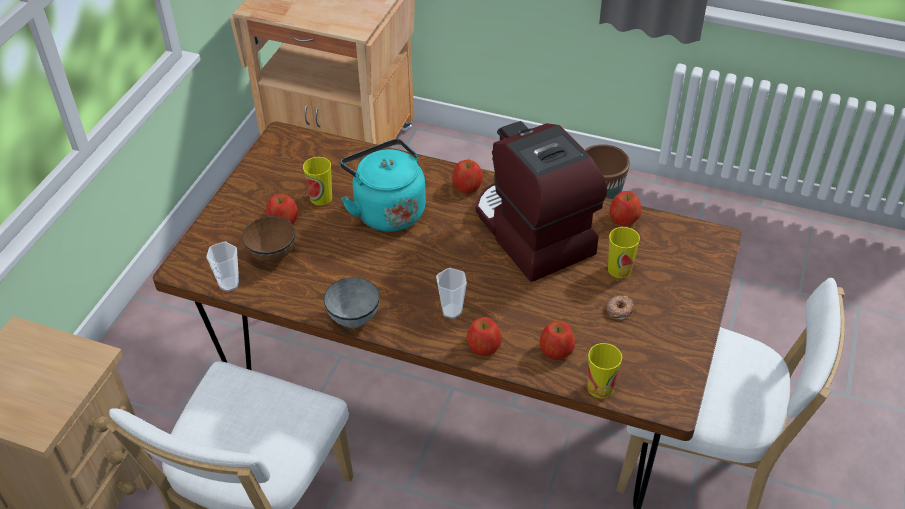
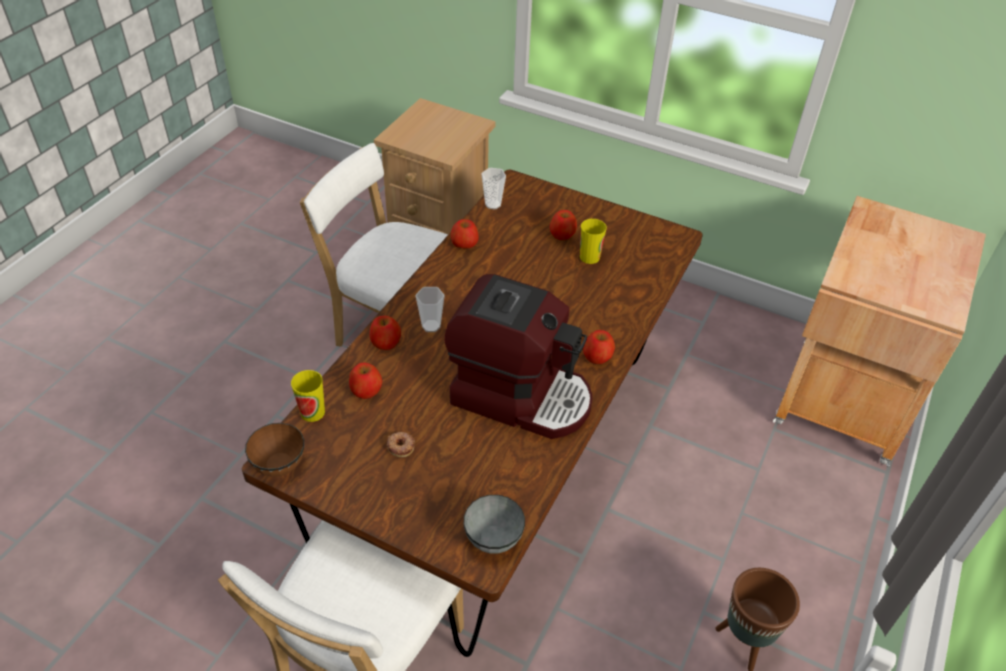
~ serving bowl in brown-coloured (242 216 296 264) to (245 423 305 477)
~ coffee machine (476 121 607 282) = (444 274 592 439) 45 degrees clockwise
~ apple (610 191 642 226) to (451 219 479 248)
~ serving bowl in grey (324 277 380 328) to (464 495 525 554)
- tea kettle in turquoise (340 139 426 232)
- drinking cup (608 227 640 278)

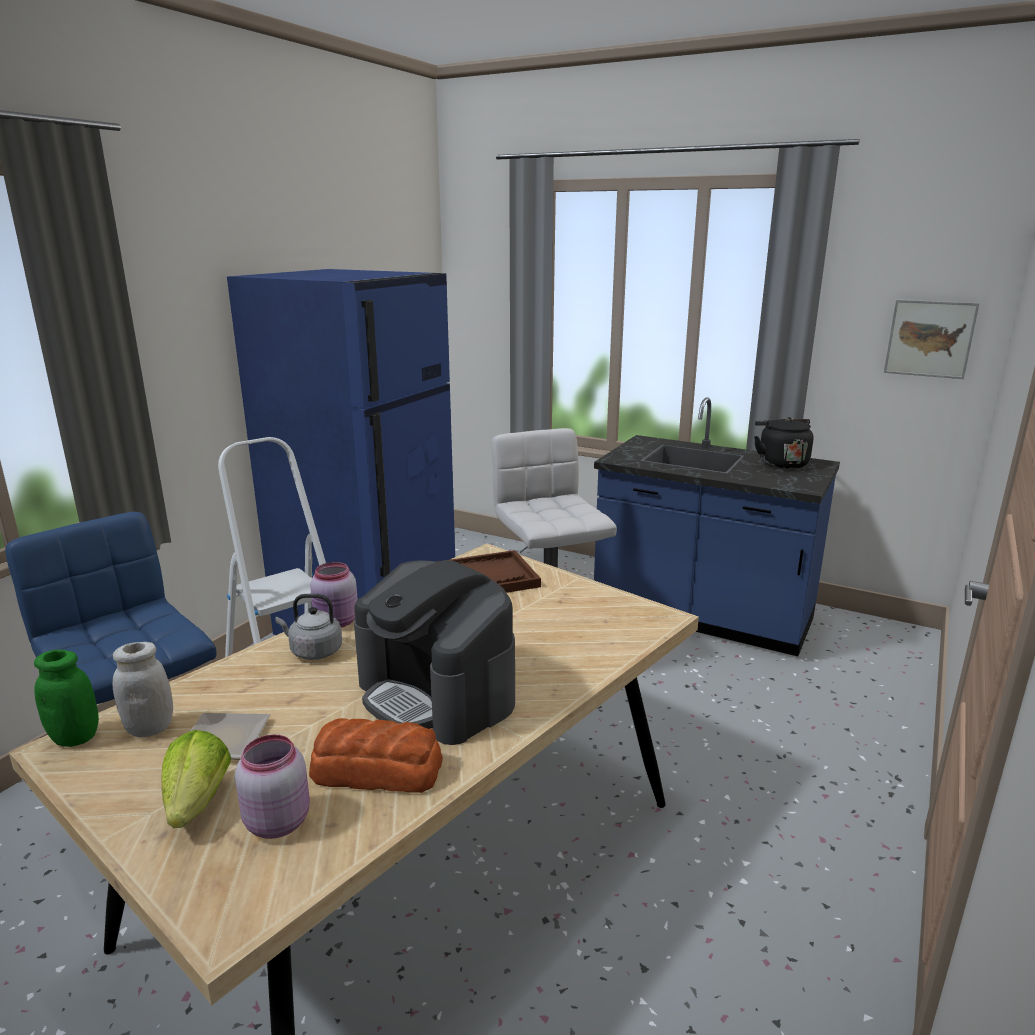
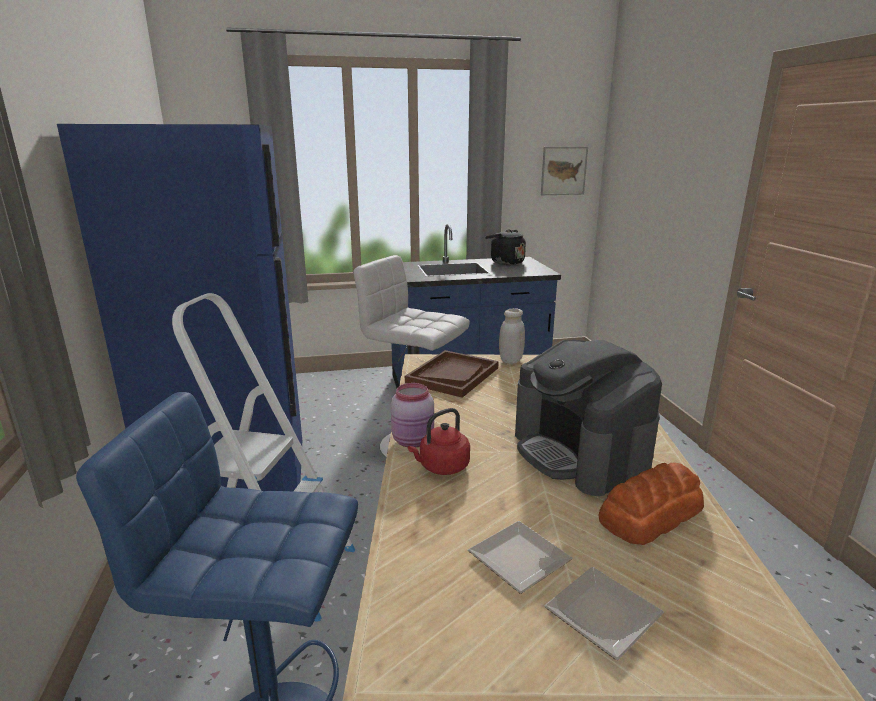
~ tea kettle in grey (275 594 342 660) to tea kettle in red (408 408 470 475)
~ preserve jar in whitish (112 642 173 738) to (499 308 525 364)
~ coffee machine (354 560 515 745) = (515 340 662 496) 60 degrees clockwise
~ lettuce head (162 730 231 828) to flat dish (544 567 664 660)
- preserve jar in green-coloured (34 650 99 747)
- preserve jar in pink (235 735 310 839)

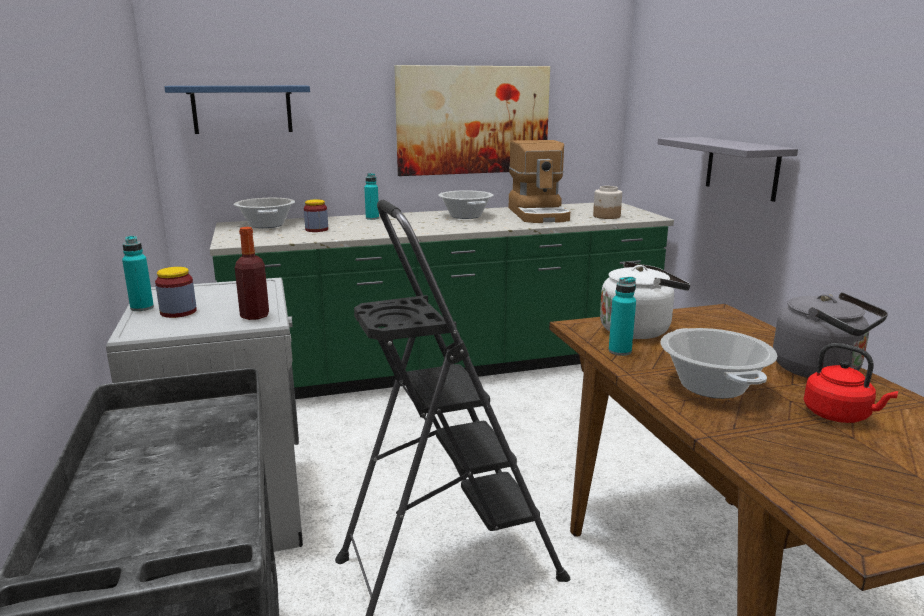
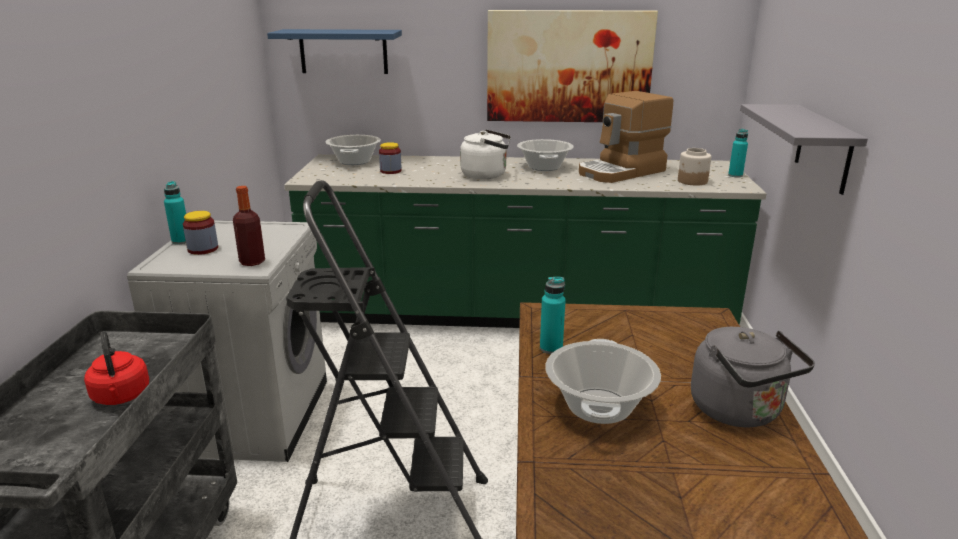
~ tea kettle in red (804 343 898 423) to (84 331 149 405)
~ tea kettle in whitish (600 262 690 339) to (460 129 511 179)
~ coffee machine (509 140 570 223) = (579 91 673 183) 45 degrees clockwise
~ drink bottle in turquoise (364 173 379 220) to (728 129 748 177)

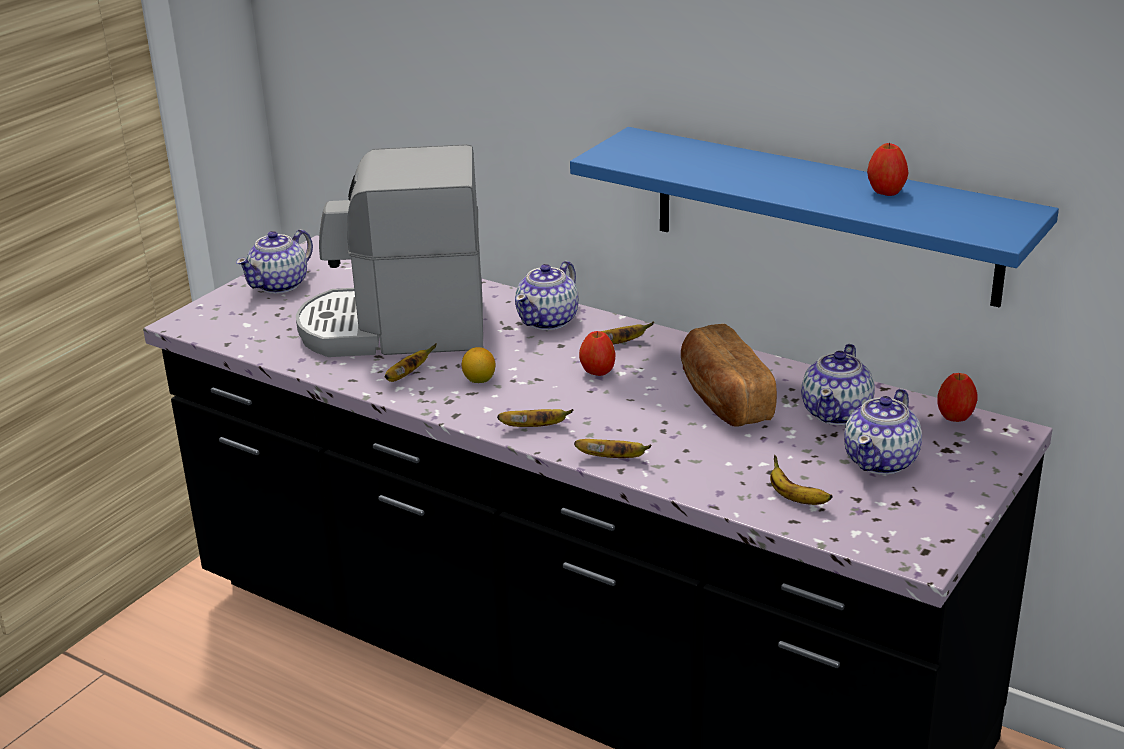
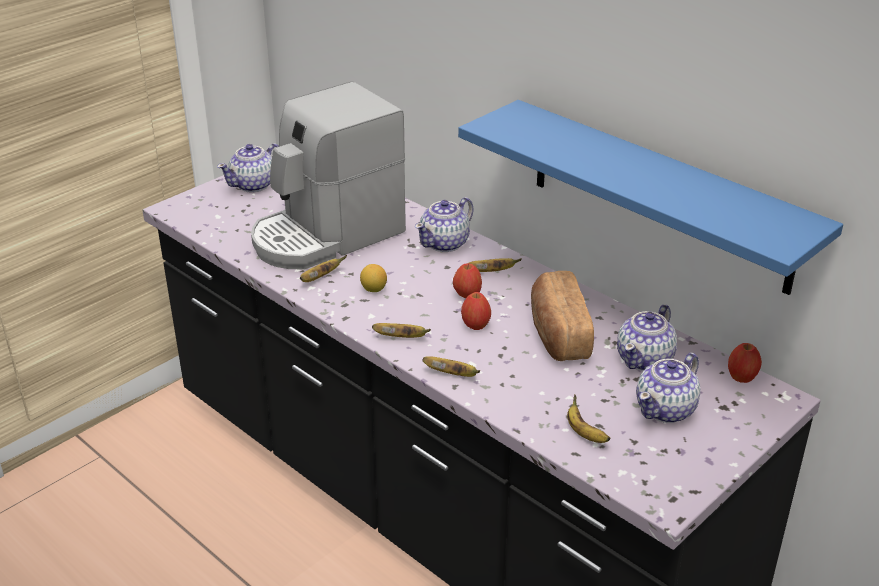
~ coffee machine (296 144 483 357) = (251 81 406 270) 45 degrees counterclockwise
~ apple (867 143 908 196) to (461 292 491 330)

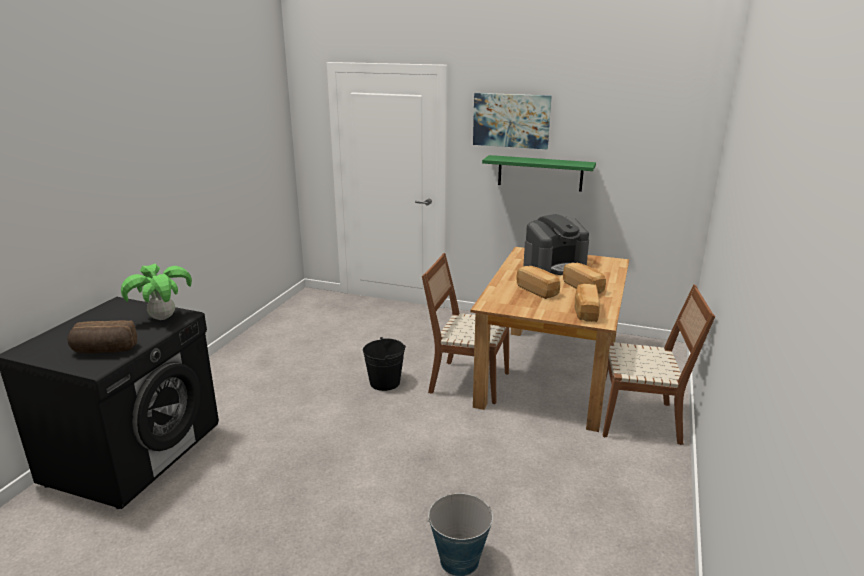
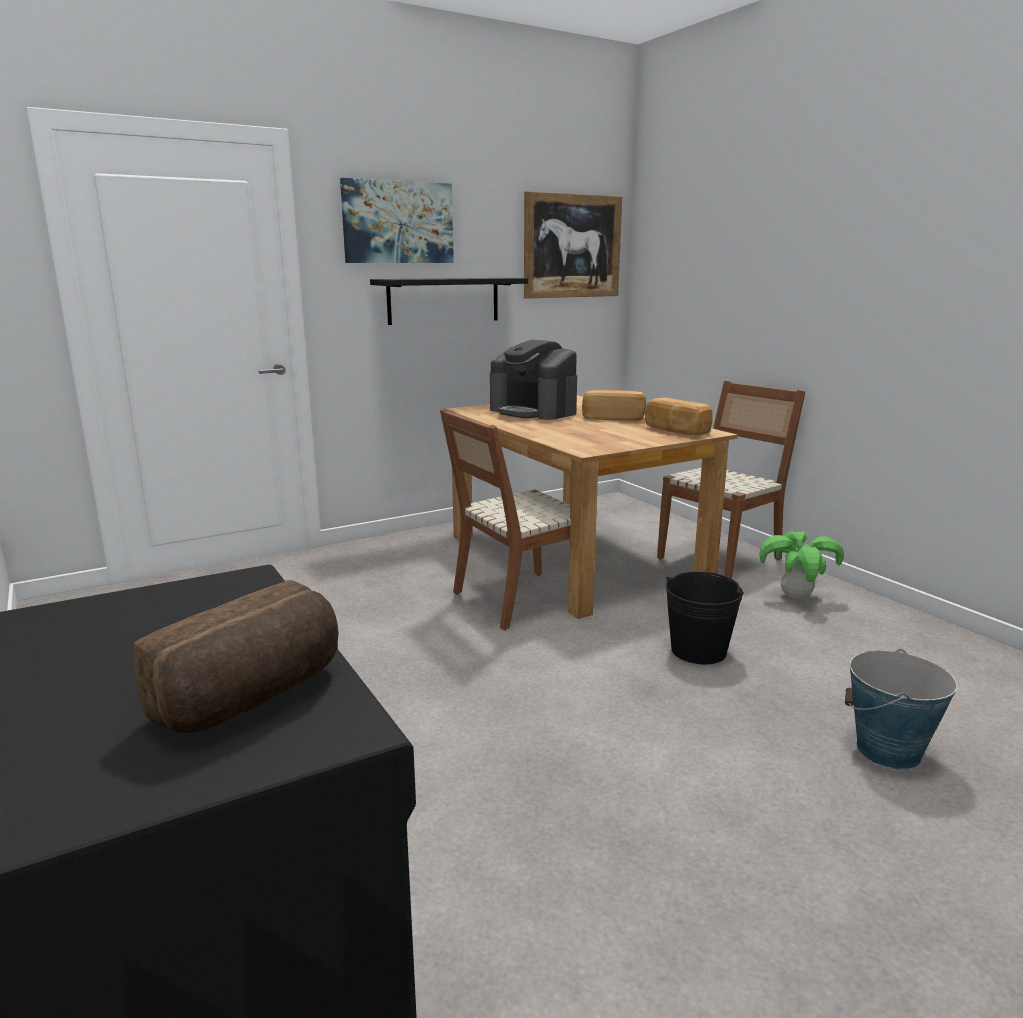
~ wall shelf in green-coloured (482 155 596 192) to wall shelf in black (370 278 528 325)
~ coffee machine (523 214 589 275) = (490 340 577 420) 120 degrees clockwise
+ wall art (524 191 622 298)
~ bucket in black (363 337 406 391) to (666 572 744 664)
~ houseplant (121 264 192 320) to (759 531 844 600)
- bakery bread (516 266 560 299)

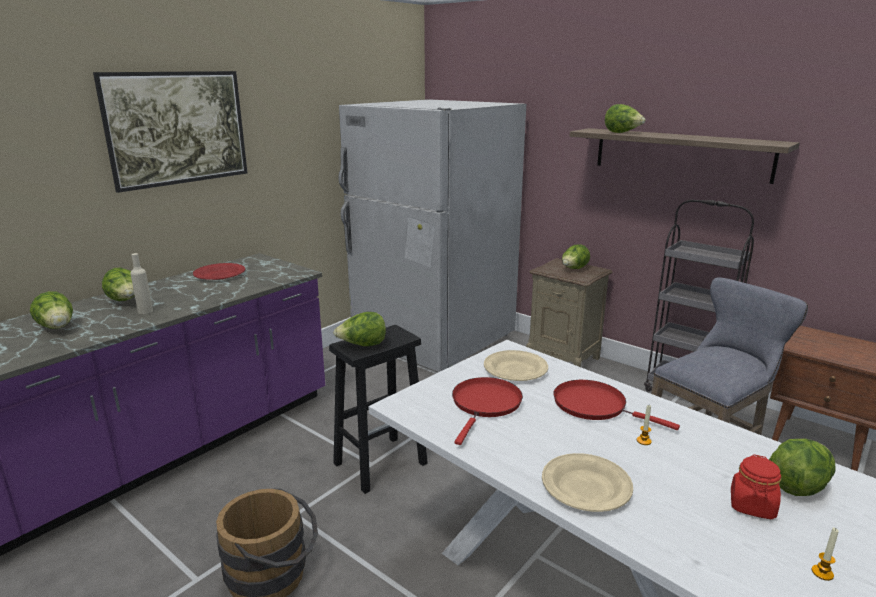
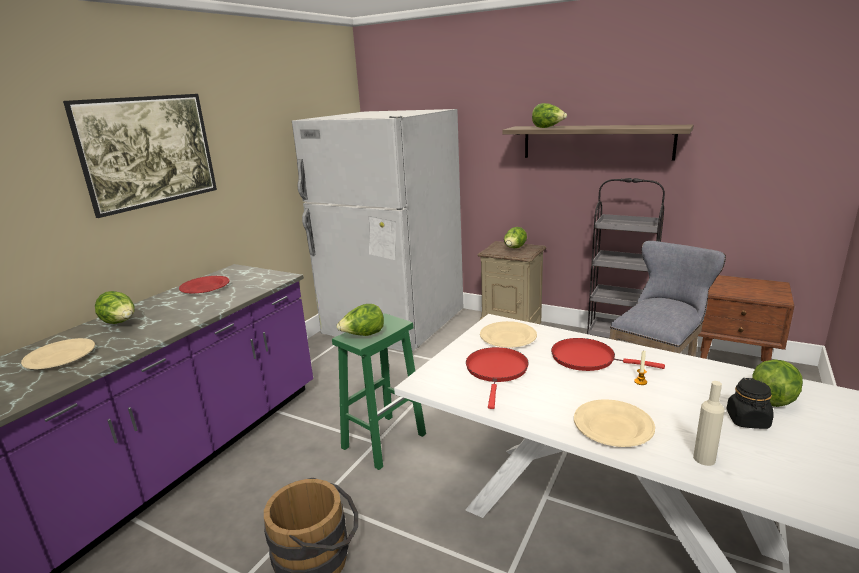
~ lettuce head (30 291 73 329) to flat dish in beige-coloured (21 338 95 369)
~ stool in black (329 325 428 494) to stool in green-coloured (332 313 426 470)
~ drink bottle in beige-coloured (130 253 153 314) to (693 381 725 466)
~ preserve jar in red (731 454 781 519) to preserve jar in black (726 378 774 429)
- wax light (812 527 839 581)

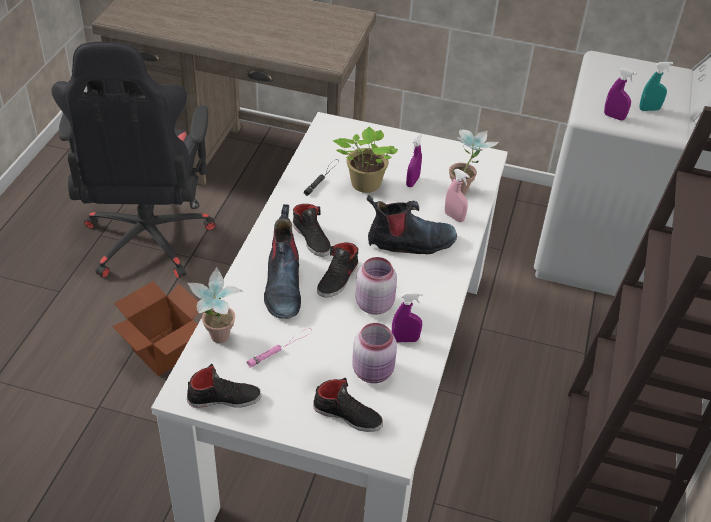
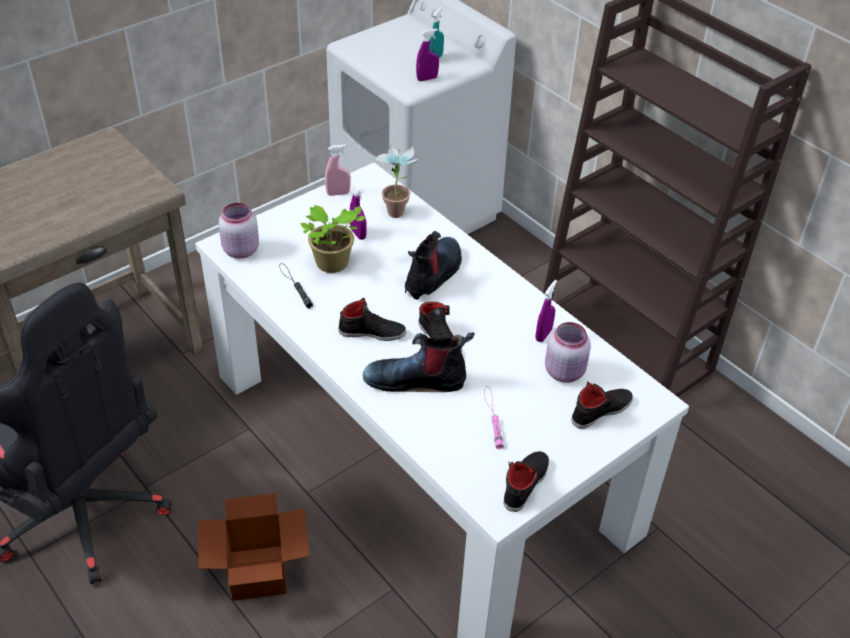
~ preserve jar in pink (355 257 397 315) to (218 203 259 259)
~ hand sprayer in pink (445 169 470 222) to (325 144 351 196)
~ tall boot (264 204 301 319) = (363 332 475 392) 150 degrees clockwise
- houseplant (187 267 243 343)

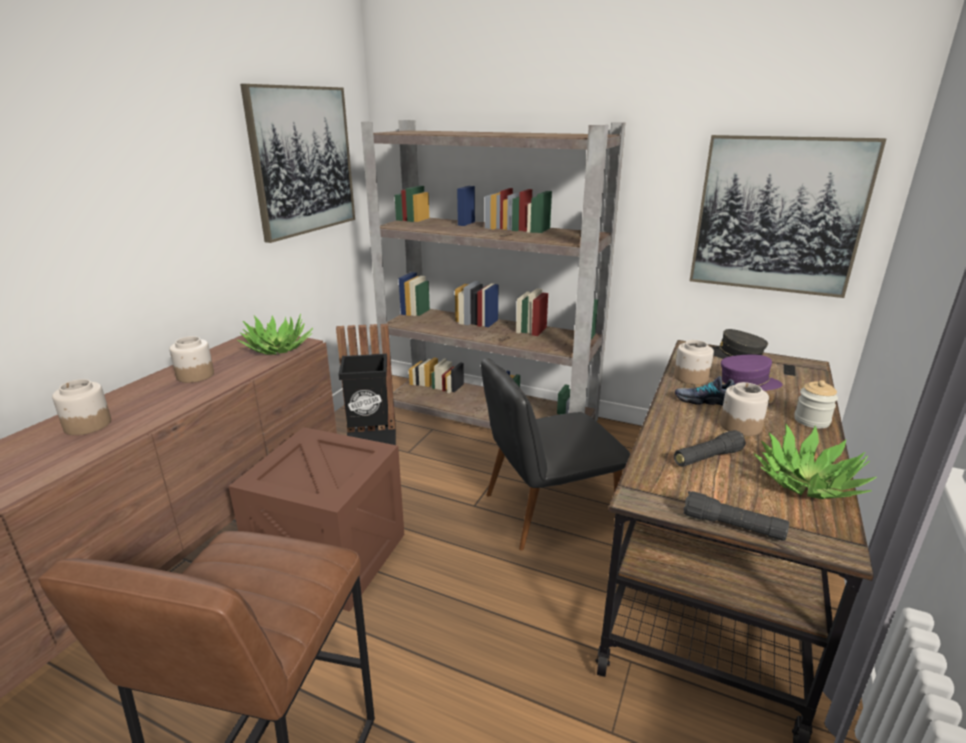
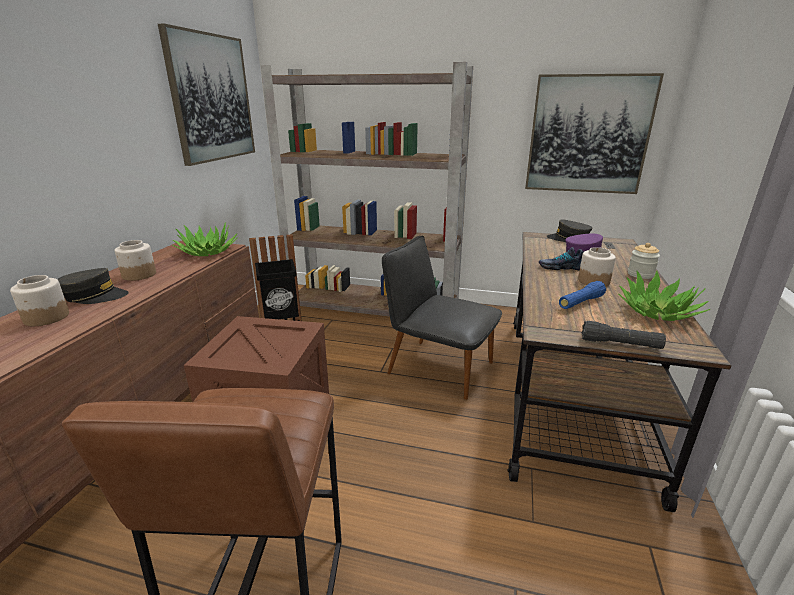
+ baseball cap in grey (57 268 129 304)
~ chair in black (481 357 631 550) = (382 236 502 400) 60 degrees clockwise
~ hand torch in black (674 430 746 467) to hand torch in blue-coloured (559 281 606 309)
- preserve jar (674 340 714 385)

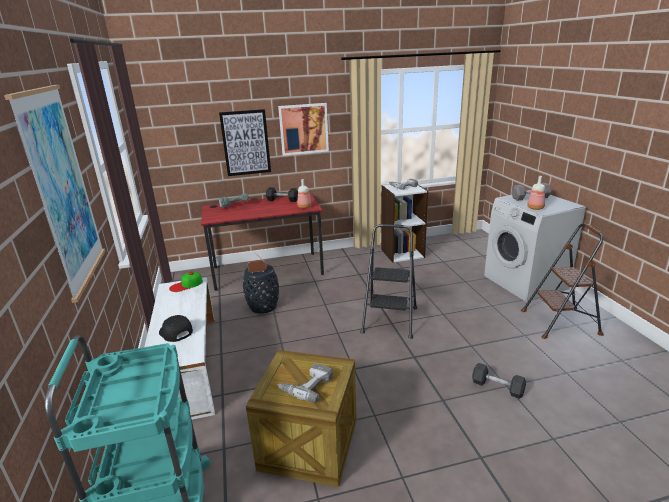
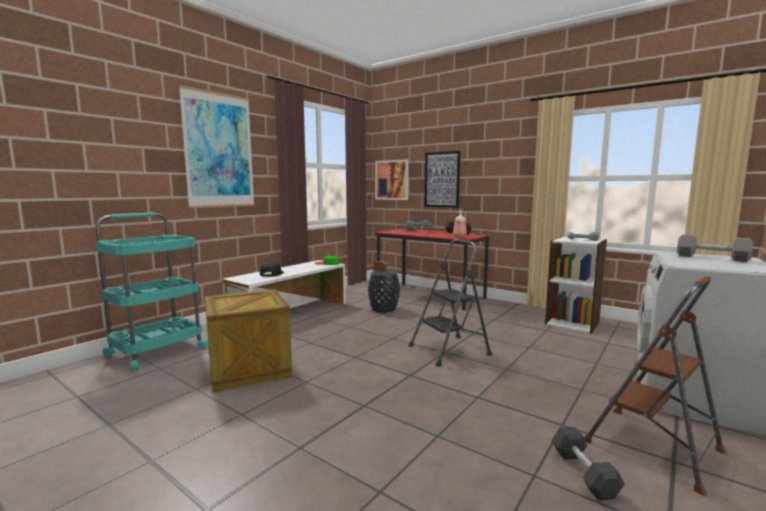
~ wall art (278 103 329 156) to (375 159 409 200)
~ hand weight in grey (472 363 526 399) to (552 427 625 500)
- drill (278 364 333 402)
- drink bottle (527 176 545 210)

